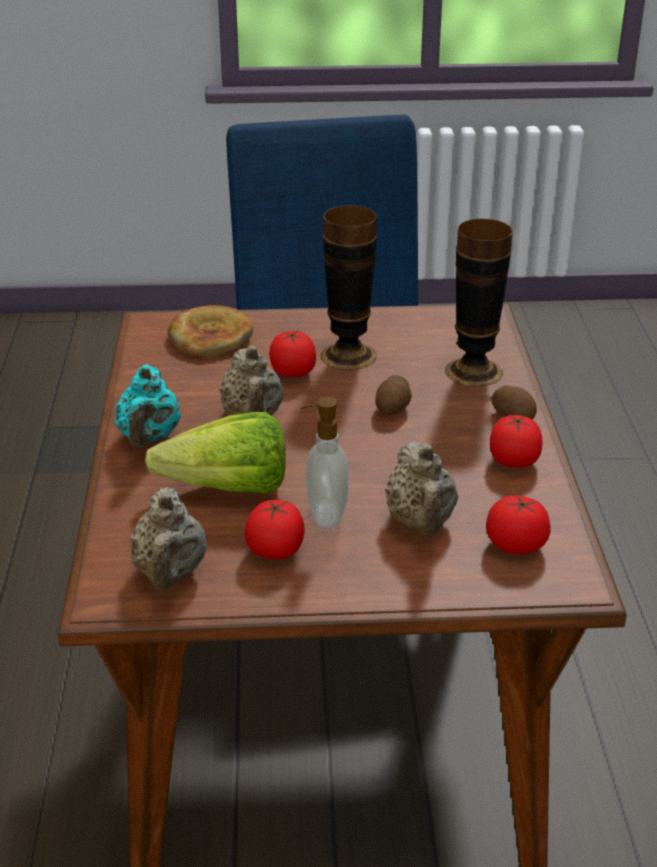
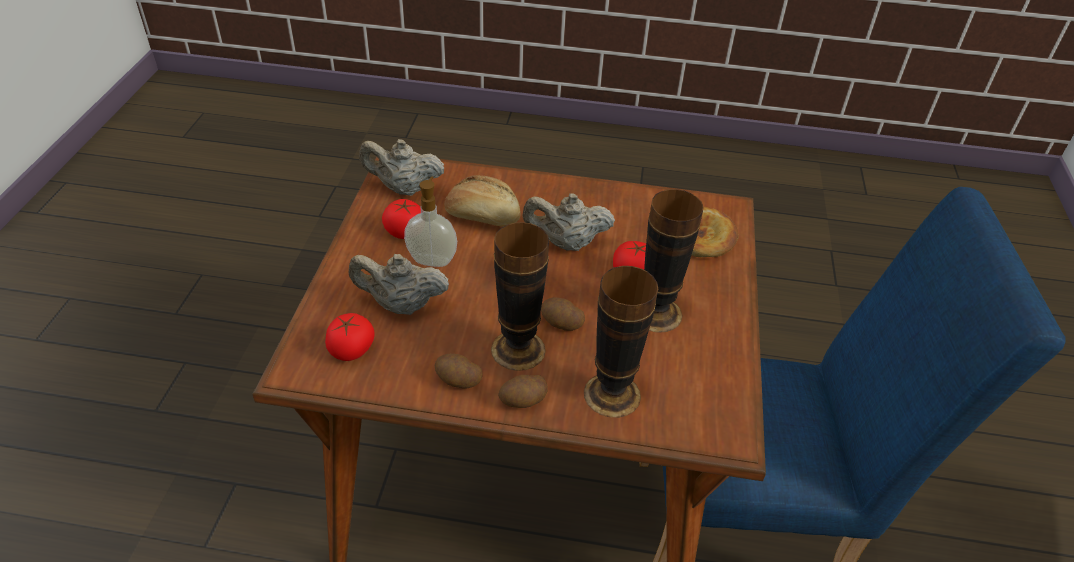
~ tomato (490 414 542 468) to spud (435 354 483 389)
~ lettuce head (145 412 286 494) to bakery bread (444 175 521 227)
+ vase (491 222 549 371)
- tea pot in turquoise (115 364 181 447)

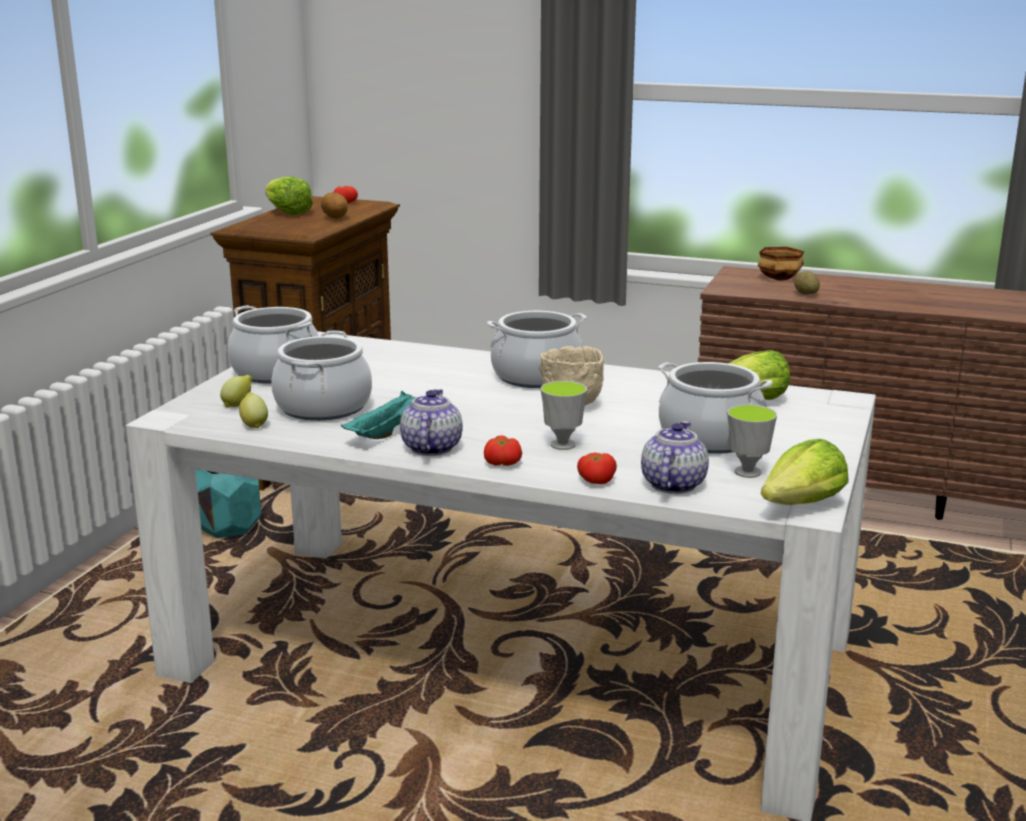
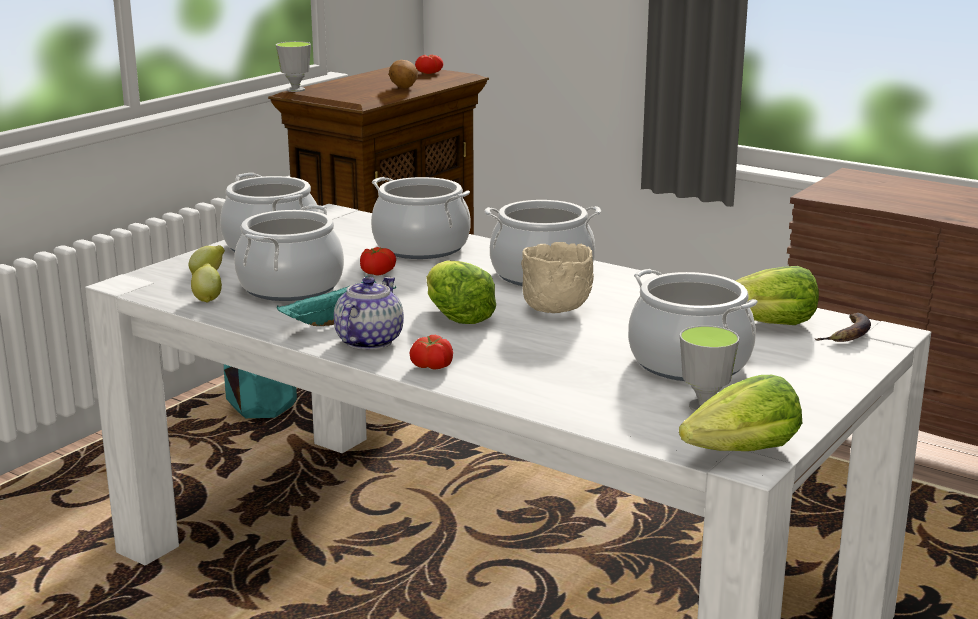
~ drinking cup (541 381 587 450) to (276 41 311 92)
~ tomato (577 453 617 484) to (360 247 396 275)
+ cooking pot (371 177 471 259)
~ lettuce head (265 176 313 215) to (426 260 496 324)
+ banana fruit (815 313 871 342)
- tea pot (641 421 709 494)
- serving bowl (758 247 804 280)
- spud (794 271 820 295)

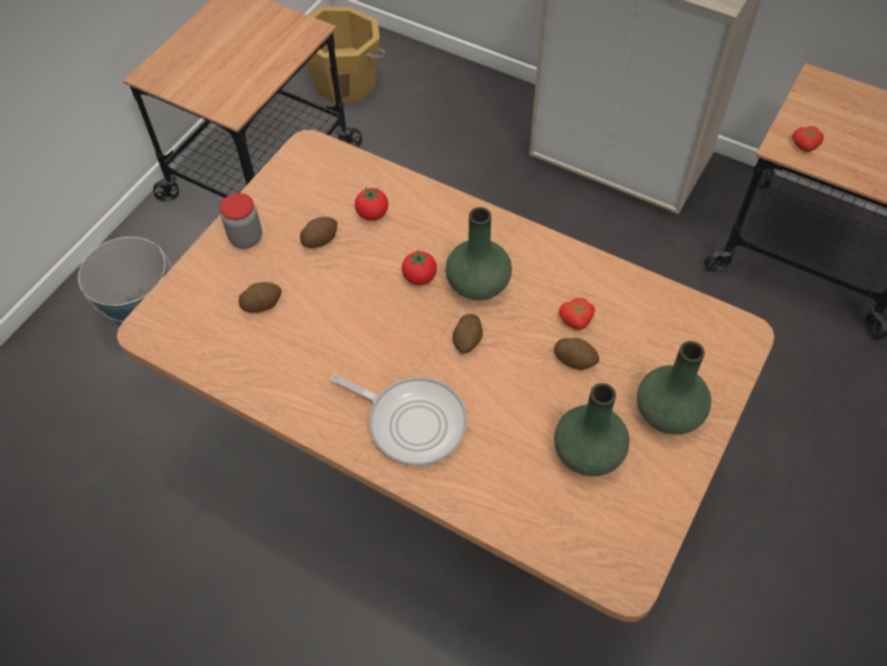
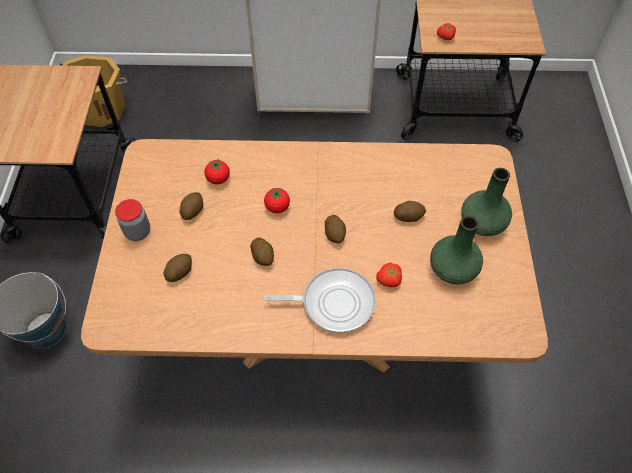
+ spud (250 238 274 266)
~ tomato (559 298 595 330) to (376 263 402 287)
- vase in green-coloured (445 207 512 300)

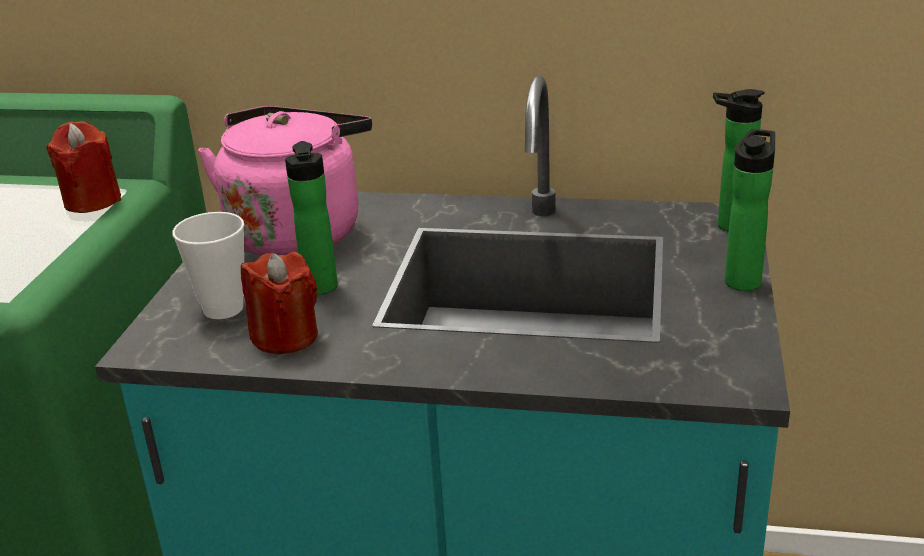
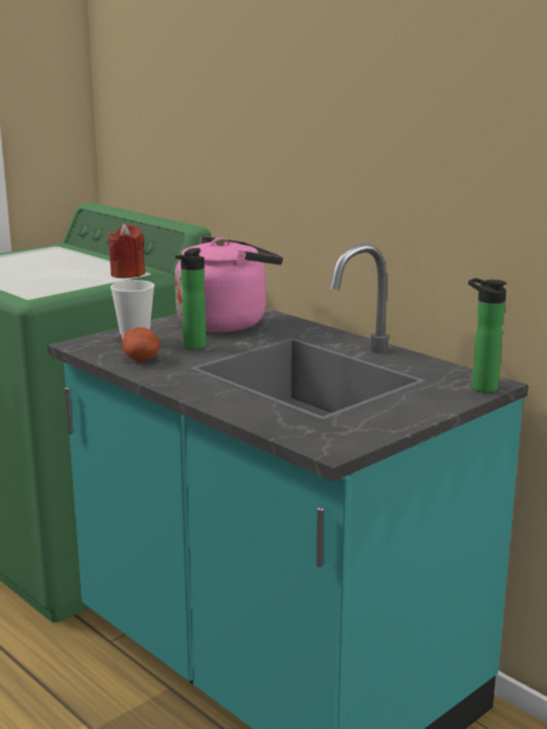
~ wax light in red (241 252 318 354) to spud (122 327 161 361)
- drink bottle (725 129 775 291)

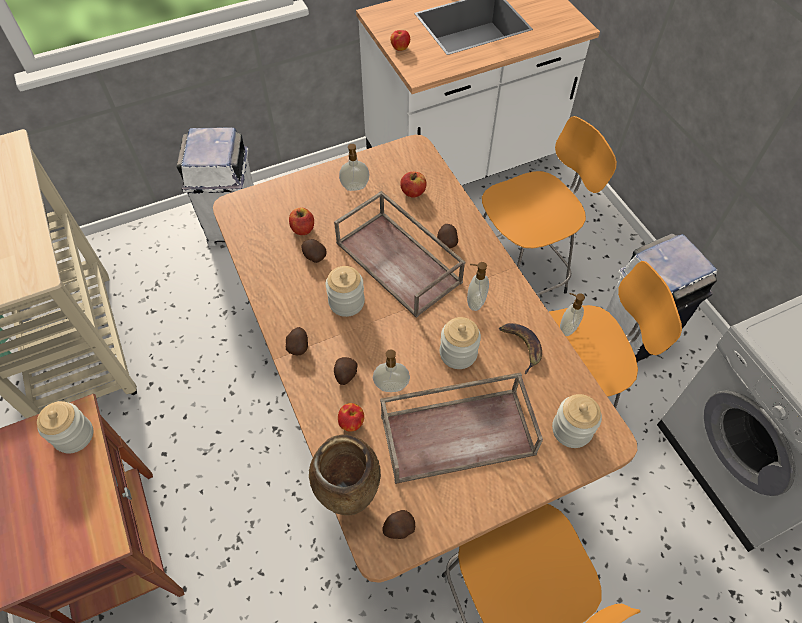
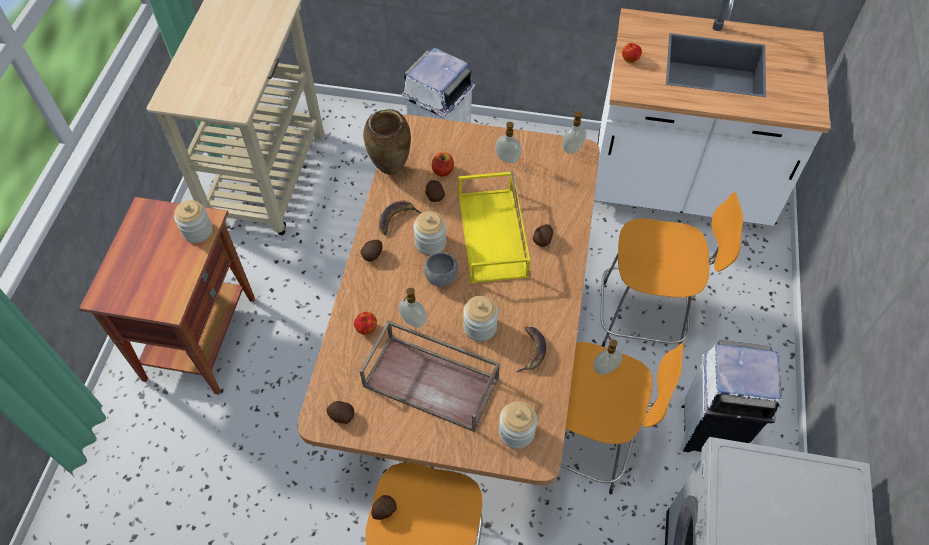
~ vase in brown-coloured (309 434 381 515) to (363 109 411 175)
~ spud (334 357 358 385) to (371 495 397 520)
+ banana fruit (379 201 422 235)
+ serving bowl in grey (424 252 458 287)
~ tray in brown-coloured (334 191 465 318) to tray in yellowish (459 171 530 284)
~ soap dispenser (467 262 489 311) to (562 110 586 154)
- apple (400 172 427 198)

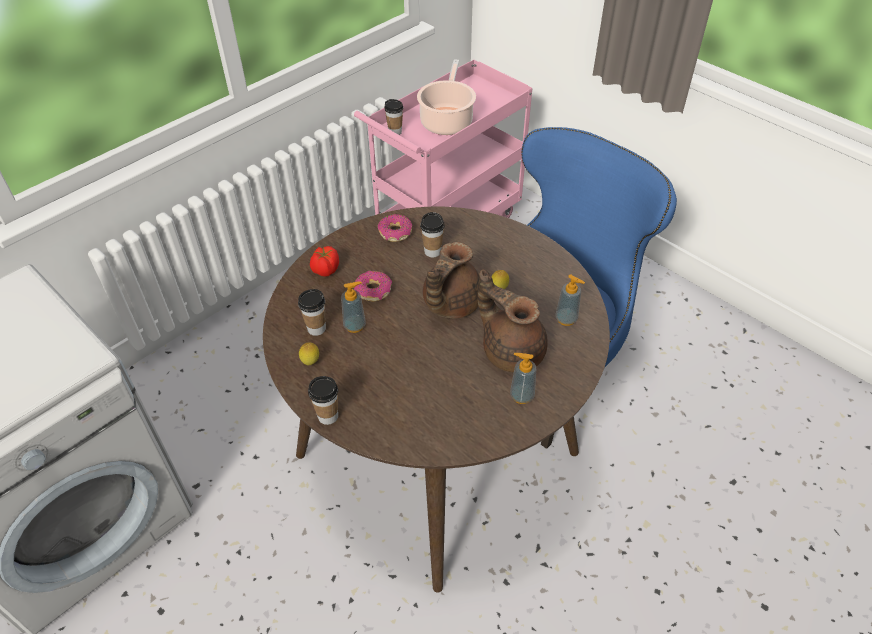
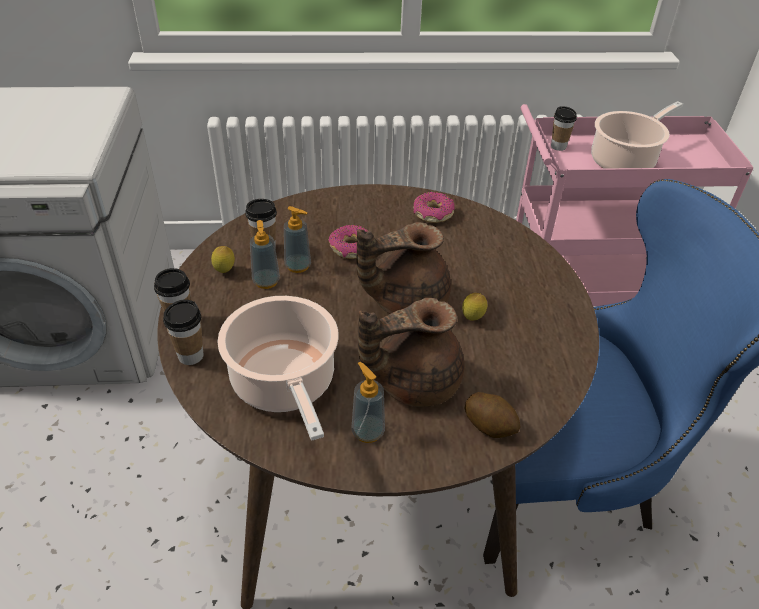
~ drinking cup (420 212 445 258) to (163 299 203 365)
+ cooking pot (217 296 339 441)
~ soap dispenser (555 275 585 326) to (250 220 280 289)
~ tea pot in brown-coloured (478 269 548 372) = (358 298 464 407) 105 degrees counterclockwise
+ spud (464 392 521 438)
- tomato (310 246 339 277)

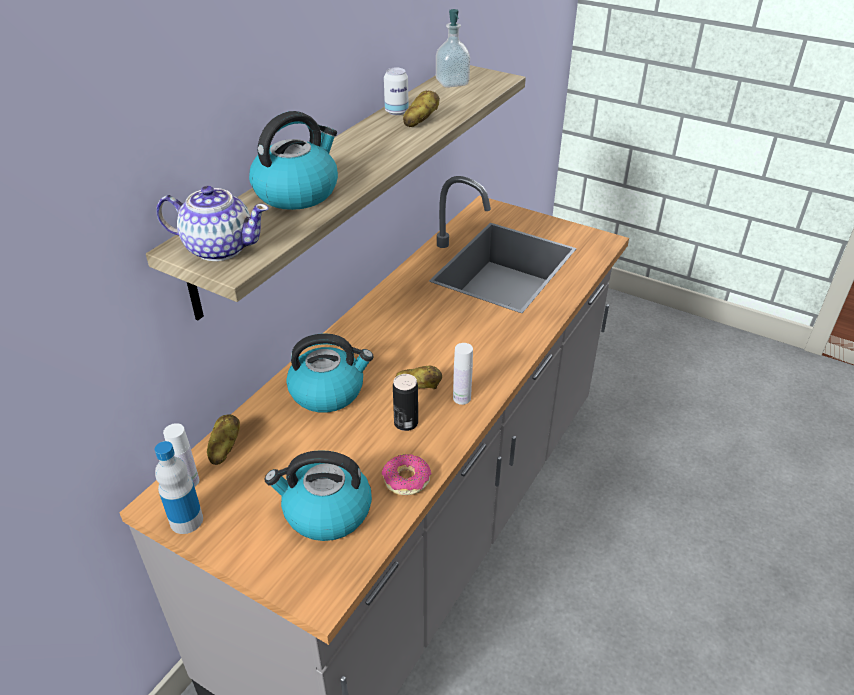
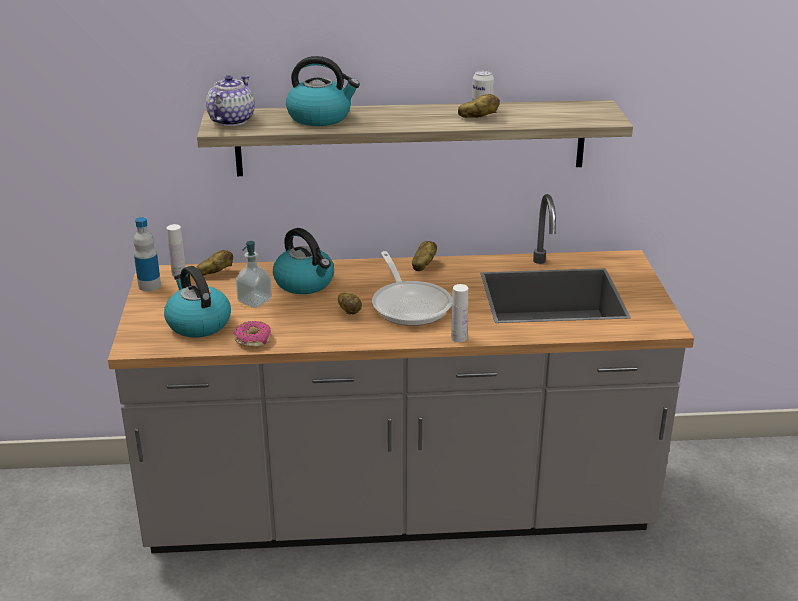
~ tea pot (156 186 269 261) = (206 75 255 126) 135 degrees counterclockwise
~ soap dispenser (436 9 470 88) to (236 241 272 308)
+ skillet (372 251 452 326)
+ spud (412 241 437 271)
~ drink bottle in whitish (453 343 473 405) to (451 284 468 342)
- sealed can (393 374 418 431)

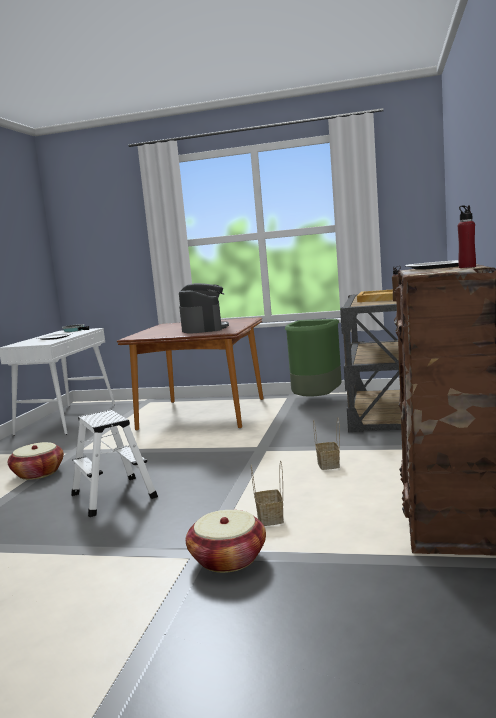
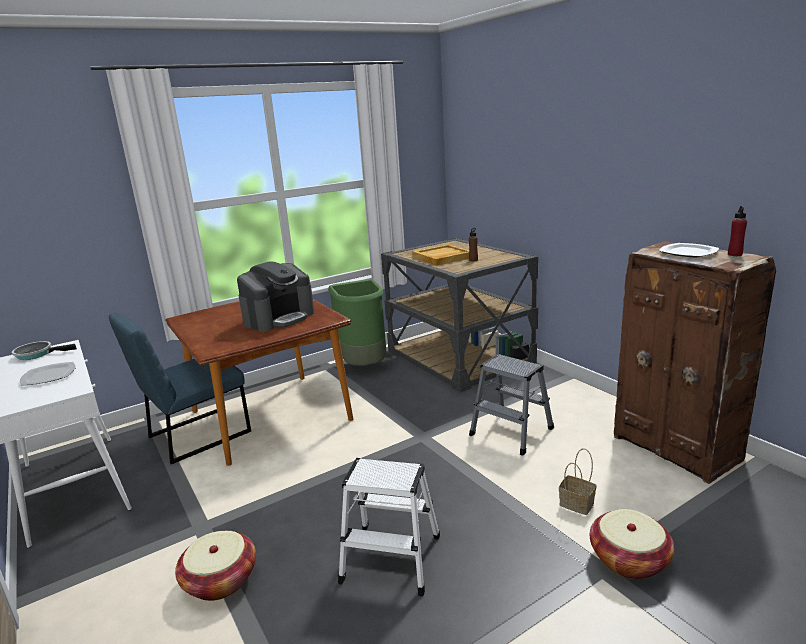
+ chair in blue-coloured (109 312 251 464)
~ coffee machine (179 283 229 333) = (237 261 314 332) 90 degrees clockwise
~ household basket (313 417 340 470) to step stool in grey (469 354 554 456)

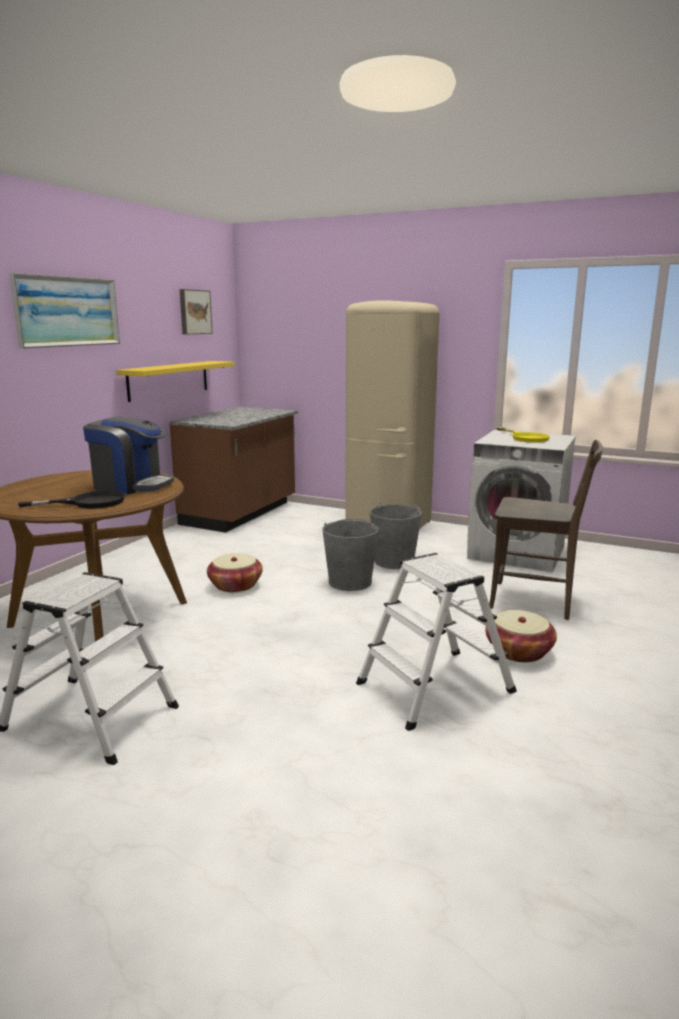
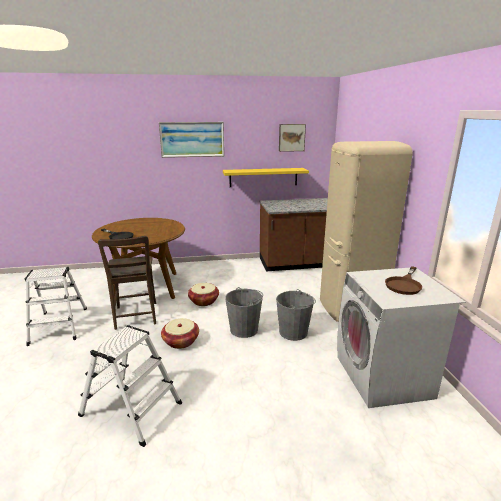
~ chair in brown-coloured (489 440 603 620) to (98 236 156 330)
~ household basket (485 610 557 663) to (161 318 199 349)
~ skillet in yellowish (497 428 550 442) to skillet in brown-coloured (385 266 422 295)
- coffee machine (83 417 174 494)

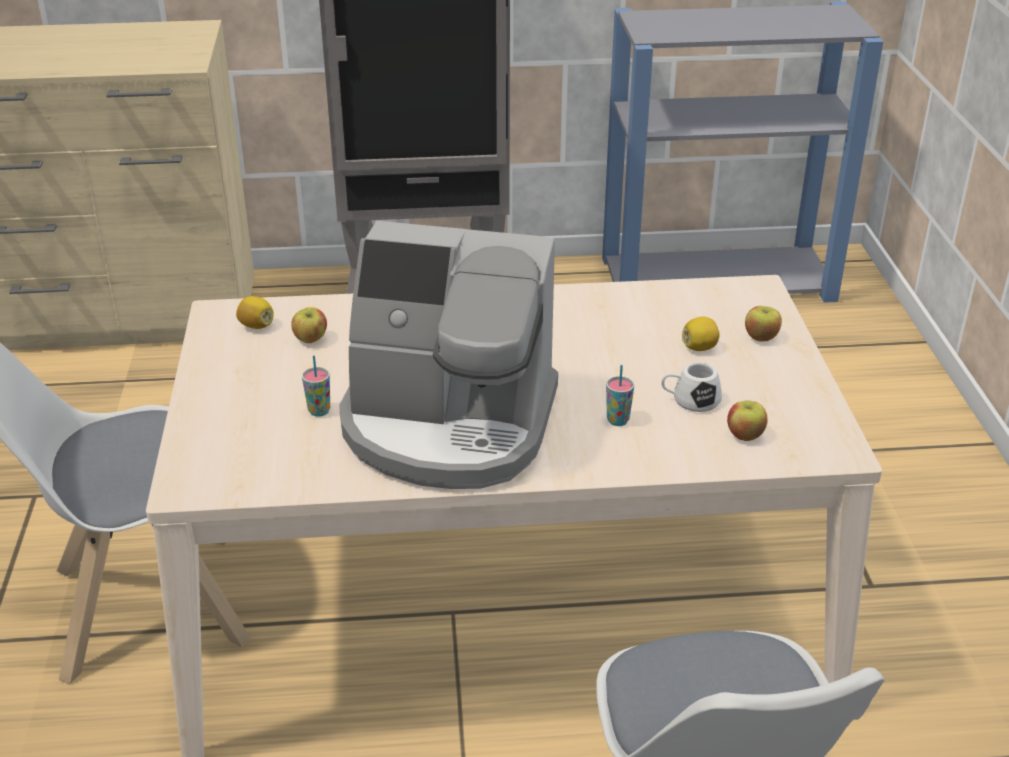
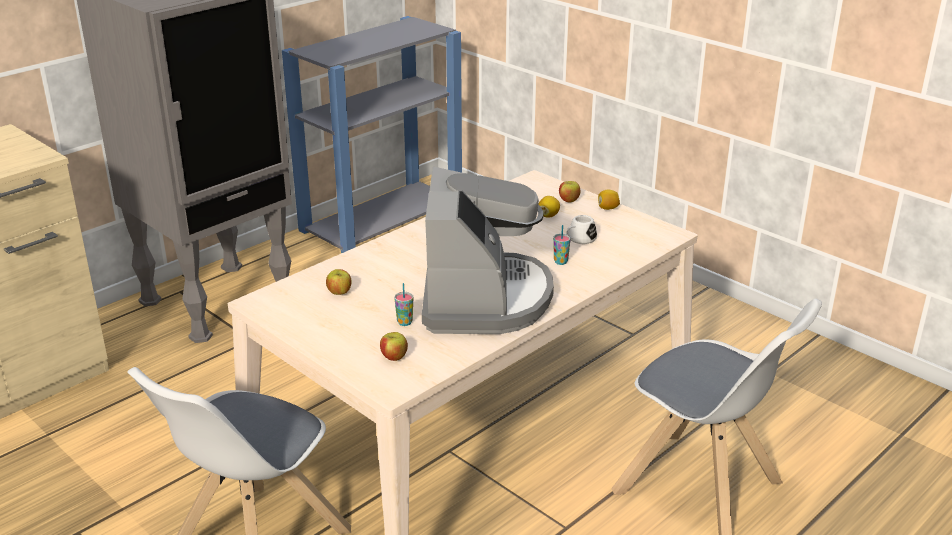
~ apple (727 400 768 441) to (380 332 408 361)
~ coffee machine (339 221 558 489) = (422 167 554 334) 60 degrees counterclockwise
~ citrus fruit (236 296 273 329) to (598 190 620 210)

